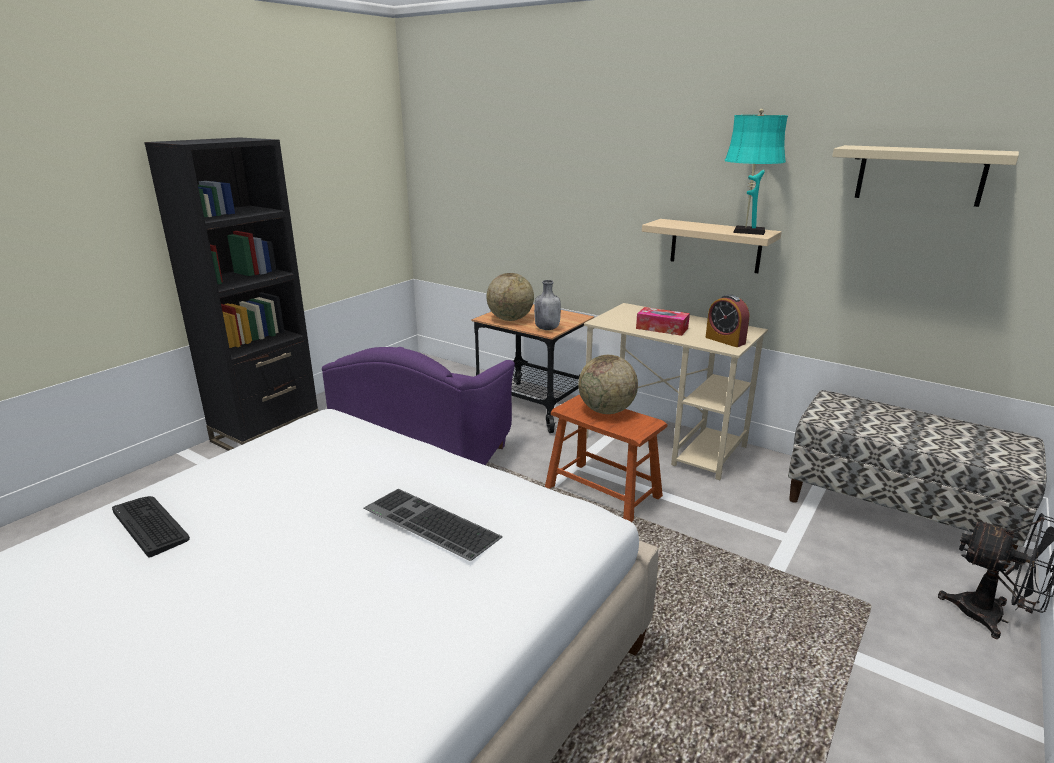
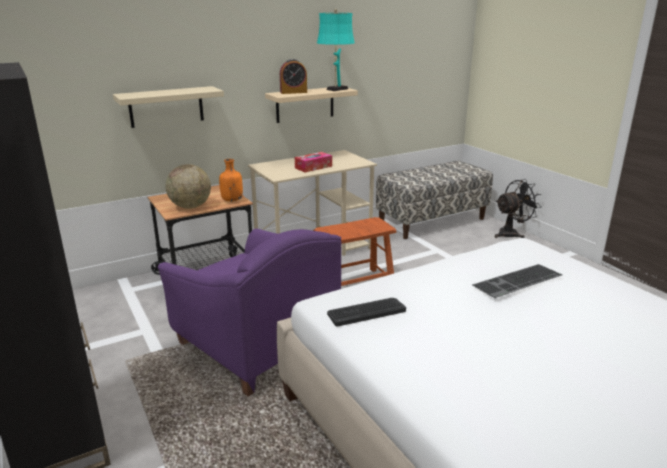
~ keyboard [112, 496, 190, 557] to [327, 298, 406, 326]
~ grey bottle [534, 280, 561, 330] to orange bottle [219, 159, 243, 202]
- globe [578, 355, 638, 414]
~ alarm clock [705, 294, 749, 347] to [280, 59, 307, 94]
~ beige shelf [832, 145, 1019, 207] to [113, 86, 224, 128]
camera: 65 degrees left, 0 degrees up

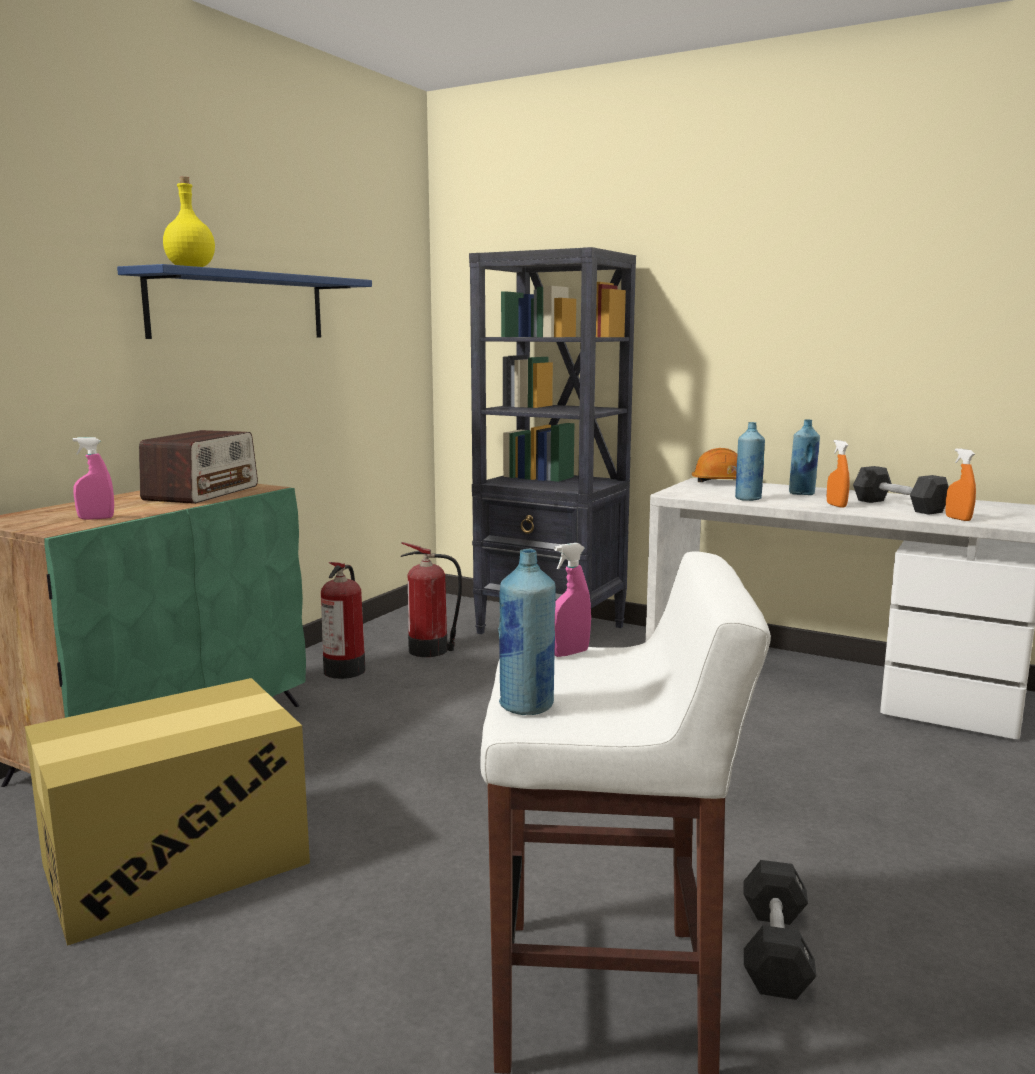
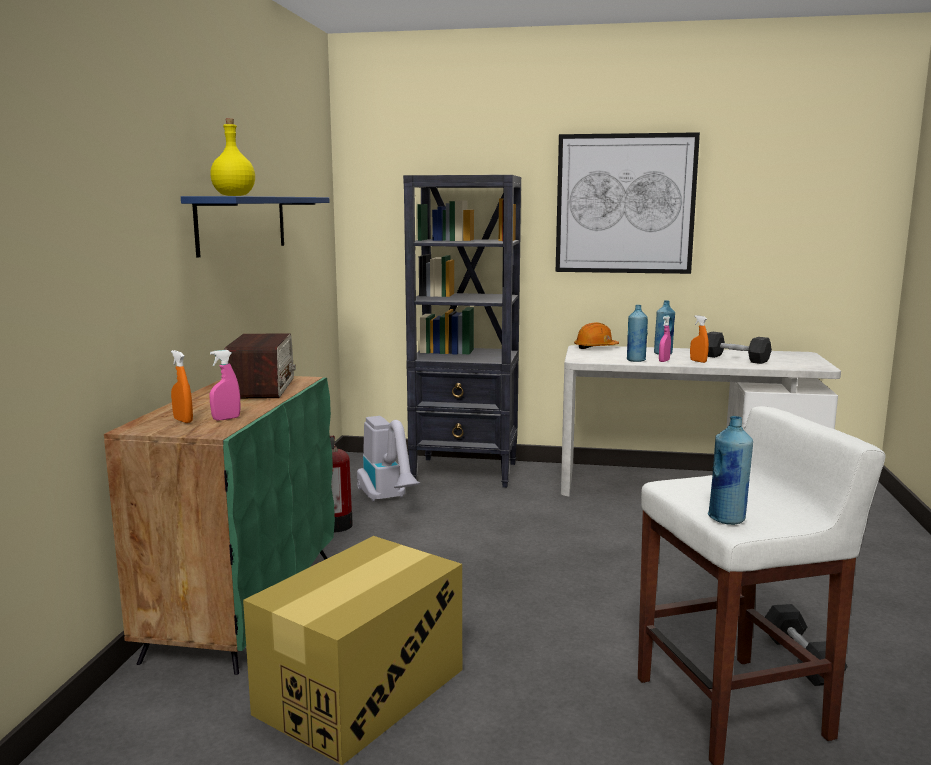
~ fire extinguisher [401, 542, 462, 657] to vacuum cleaner [357, 416, 420, 502]
~ pink spray bottle [554, 543, 591, 657] to [659, 316, 671, 362]
~ orange spray bottle [945, 448, 976, 521] to [171, 350, 193, 423]
+ picture [556, 132, 700, 274]
camera: 20 degrees left, 0 degrees up

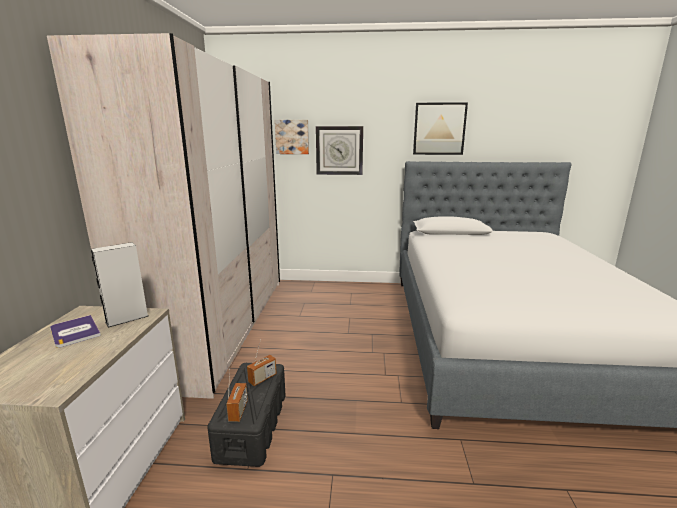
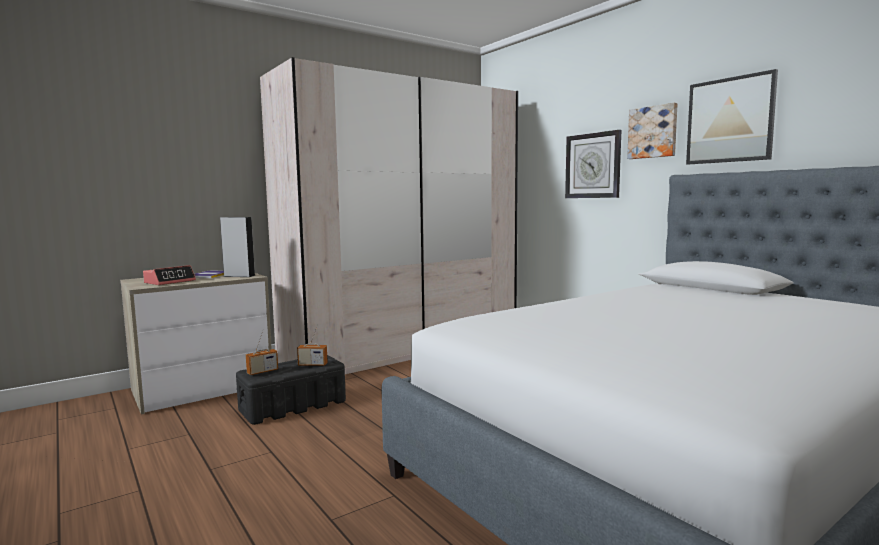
~ picture [275, 120, 309, 154] to [627, 103, 678, 159]
+ alarm clock [143, 265, 196, 285]
camera: 50 degrees right, 10 degrees down

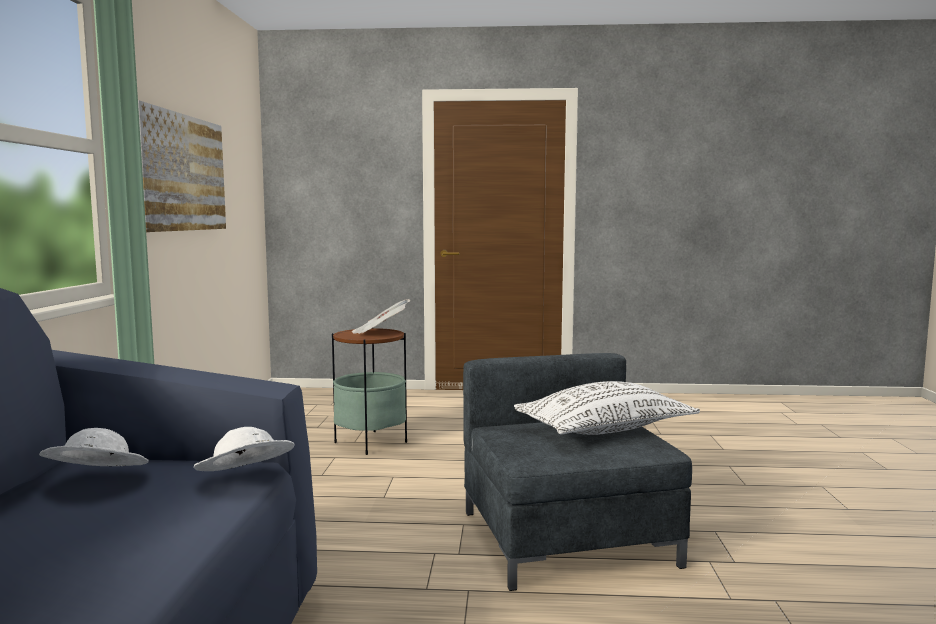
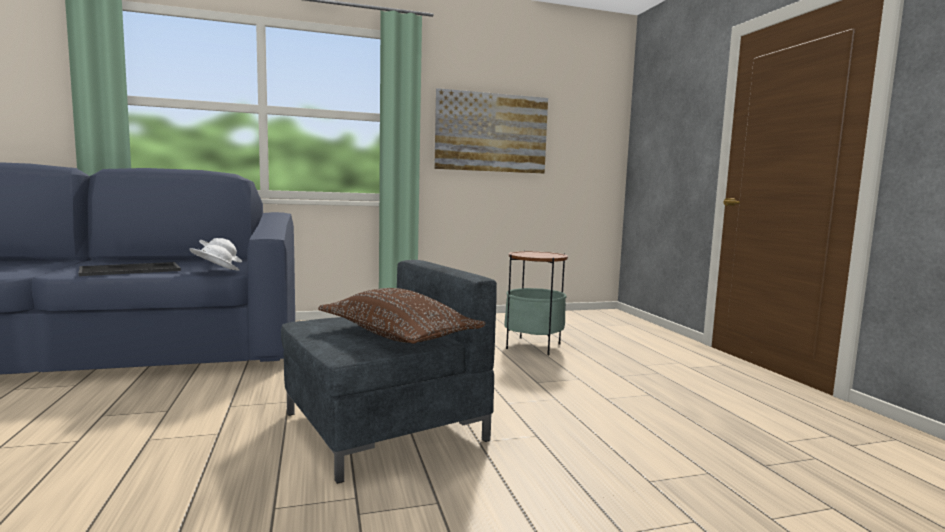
- newspaper [352, 299, 410, 334]
~ white pillow [514, 381, 700, 435] to brown pillow [318, 288, 486, 344]
+ tray [79, 262, 181, 276]
camera: 70 degrees right, 0 degrees up

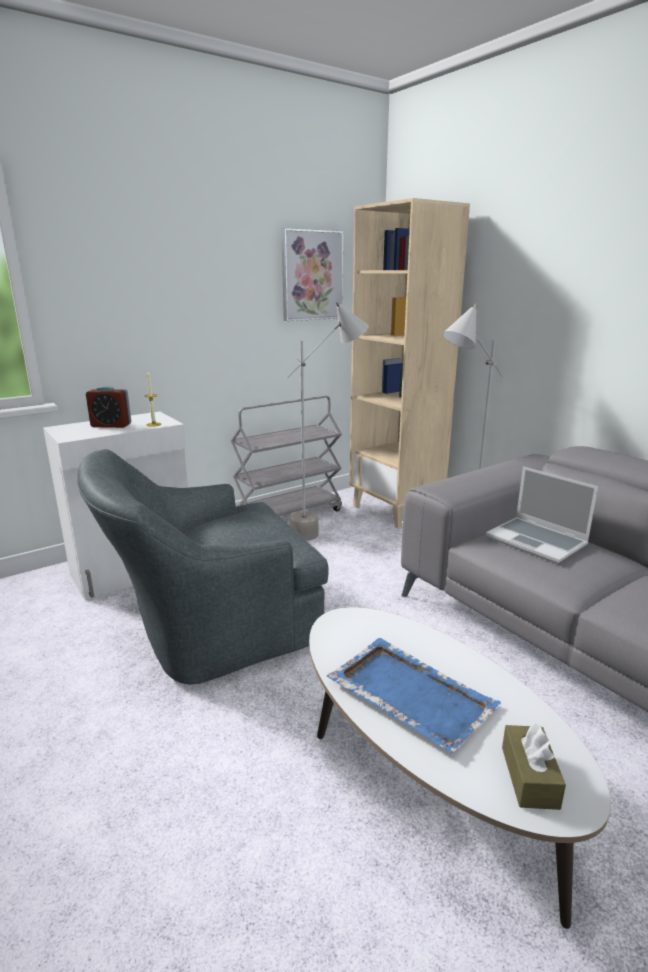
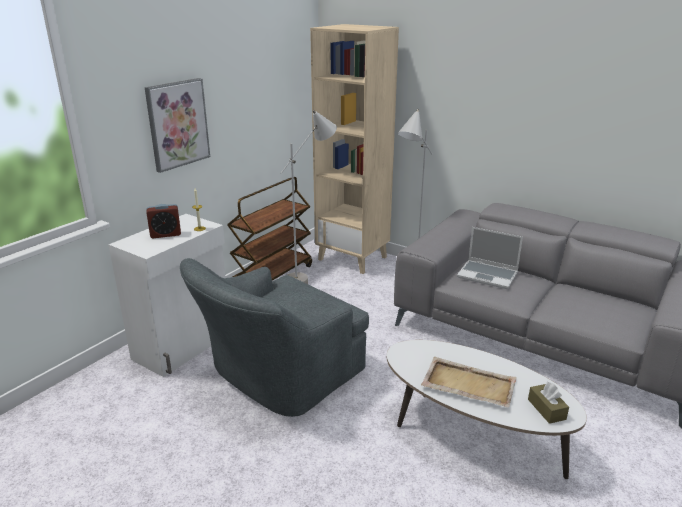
~ grey cart [231, 396, 342, 516] to brown cart [227, 177, 312, 281]
~ picture [281, 228, 343, 321] to [145, 78, 210, 173]
~ blue tray [327, 638, 501, 753] to beige tray [421, 357, 517, 408]
camera: 20 degrees left, 5 degrees up

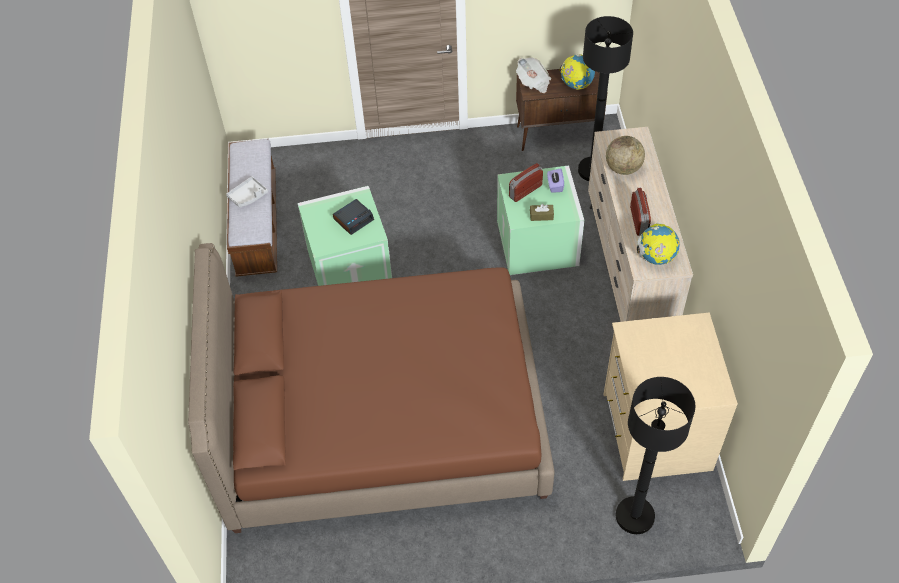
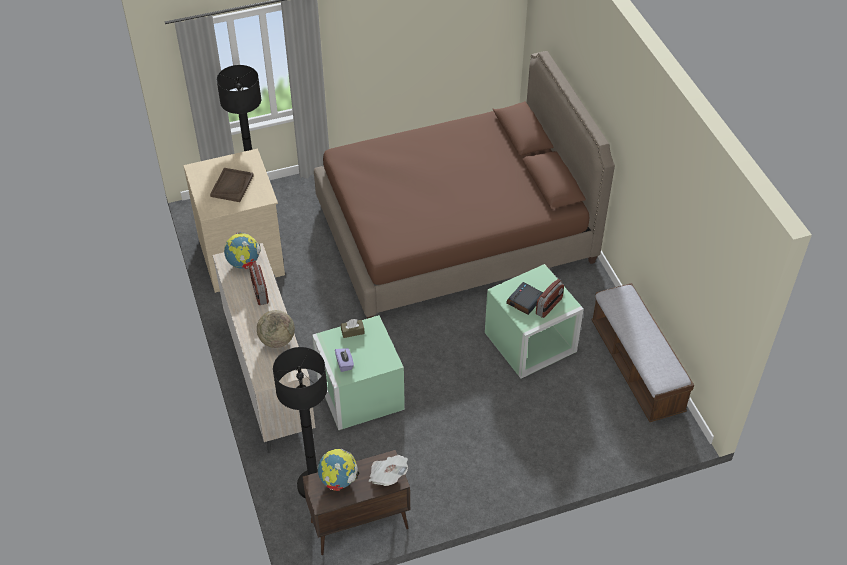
- grey tray [226, 177, 268, 207]
~ radio [509, 163, 543, 202] to [536, 279, 564, 318]
+ brown tray [210, 168, 254, 202]
camera: 165 degrees right, 5 degrees down

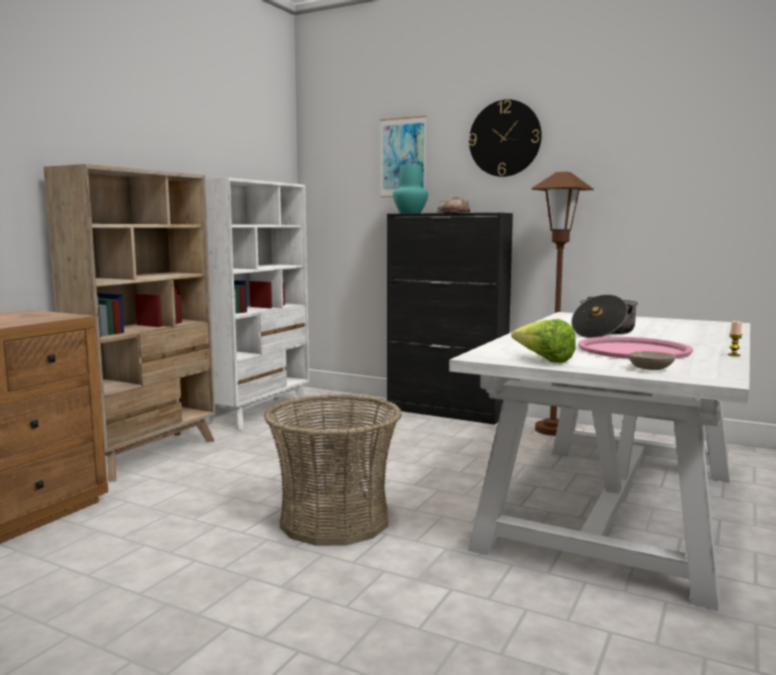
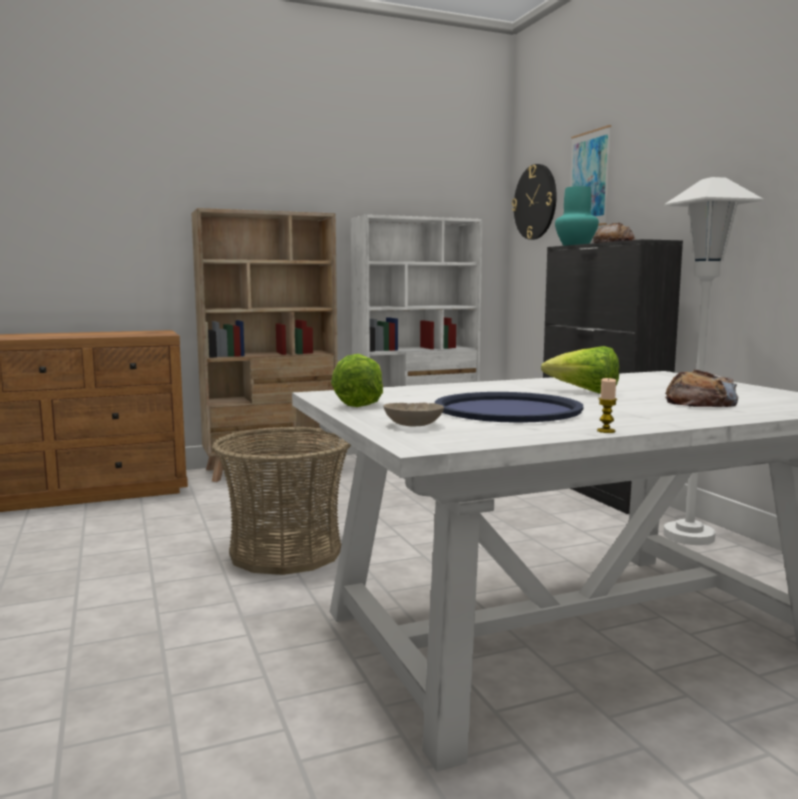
~ wall clock [469, 99, 542, 177] to [512, 164, 557, 240]
~ brown floor lamp [531, 172, 594, 436] to white floor lamp [664, 177, 763, 545]
~ cooking pot [571, 294, 638, 338] to lettuce [541, 346, 619, 394]
~ pink tray [578, 337, 693, 359] to blue tray [435, 392, 583, 423]
+ bread [665, 369, 738, 407]
camera: 40 degrees right, 0 degrees up

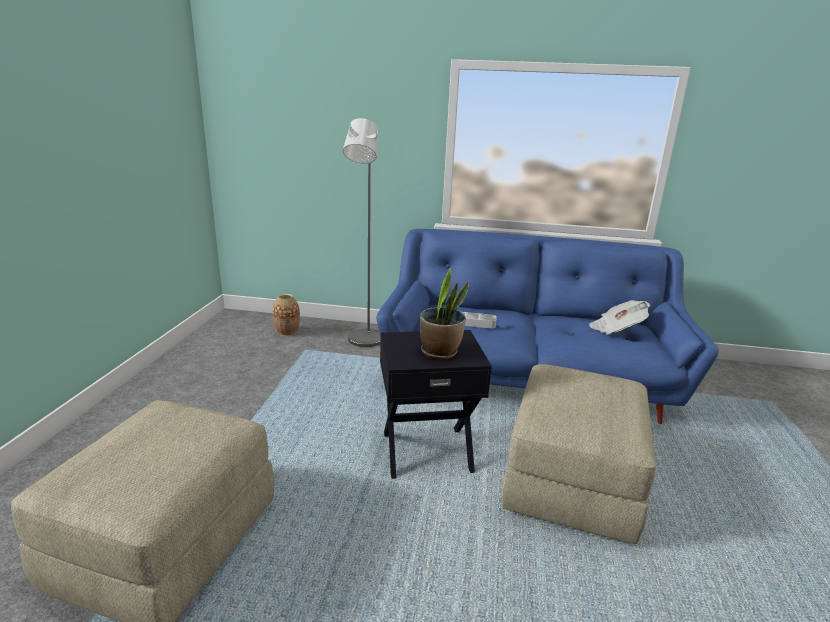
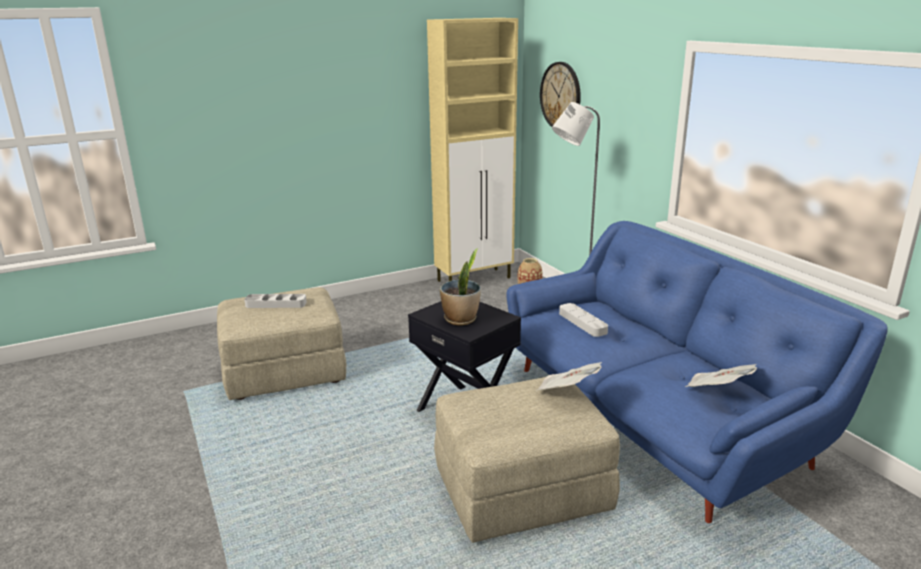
+ grey tray [244, 294, 307, 308]
+ beige cabinet [427, 18, 518, 282]
+ newspaper [536, 362, 602, 391]
+ wall clock [540, 62, 581, 127]
camera: 55 degrees right, 0 degrees up

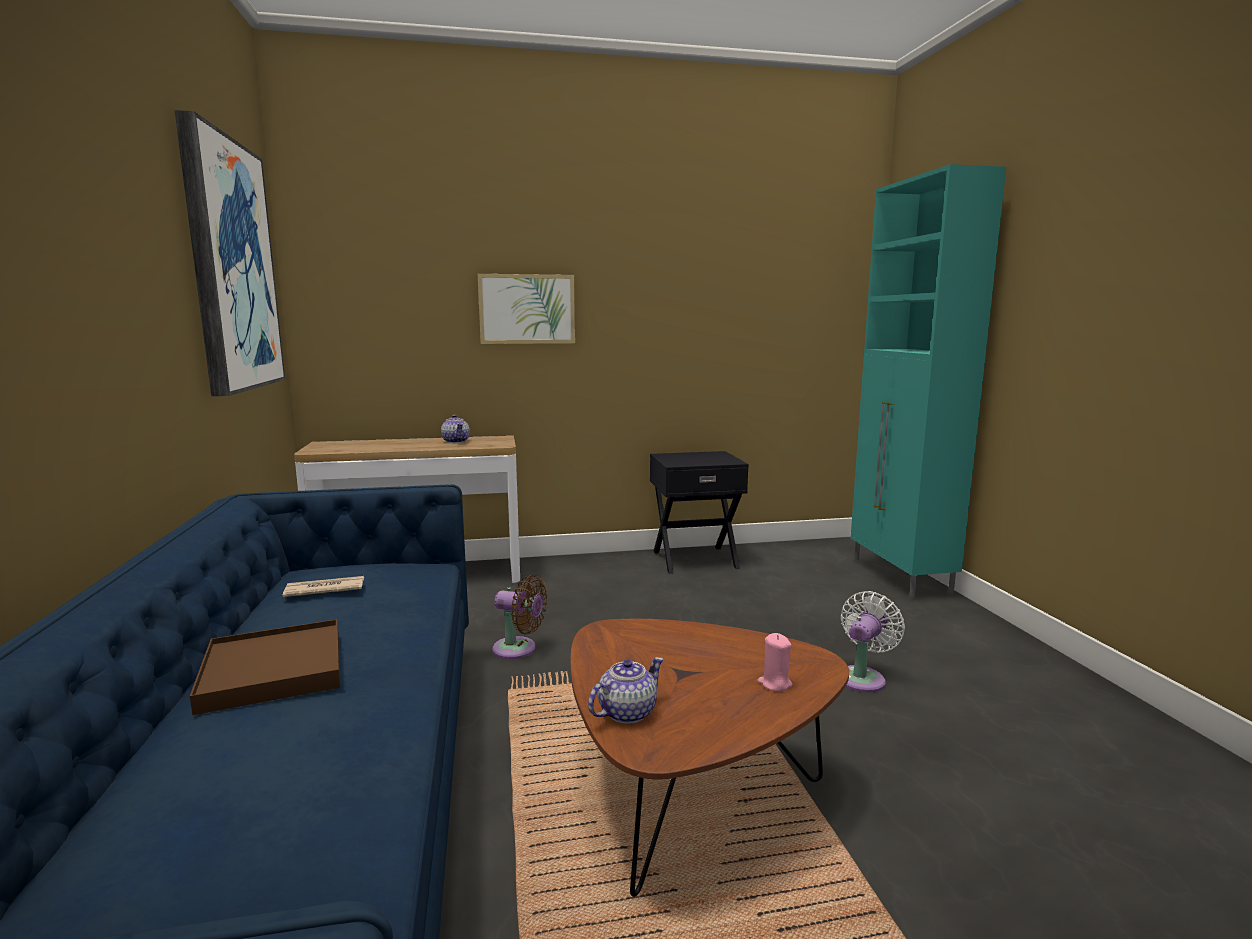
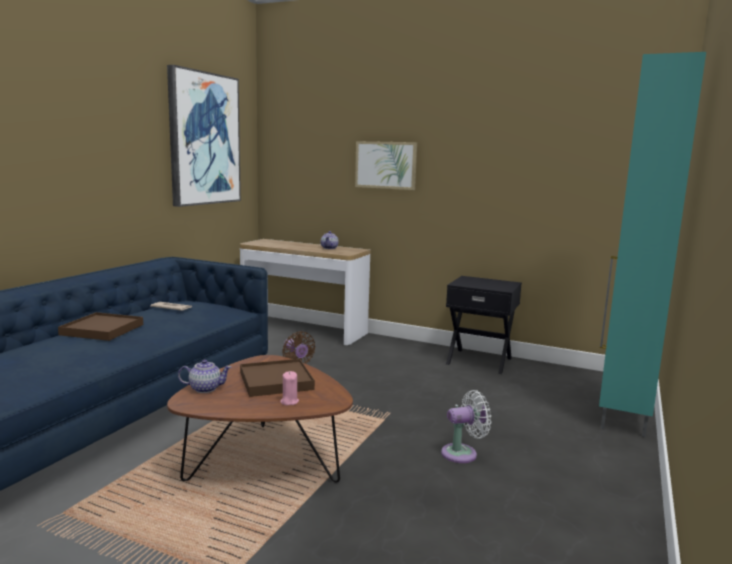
+ brown tray [240, 359, 315, 397]
camera: 35 degrees right, 0 degrees up

